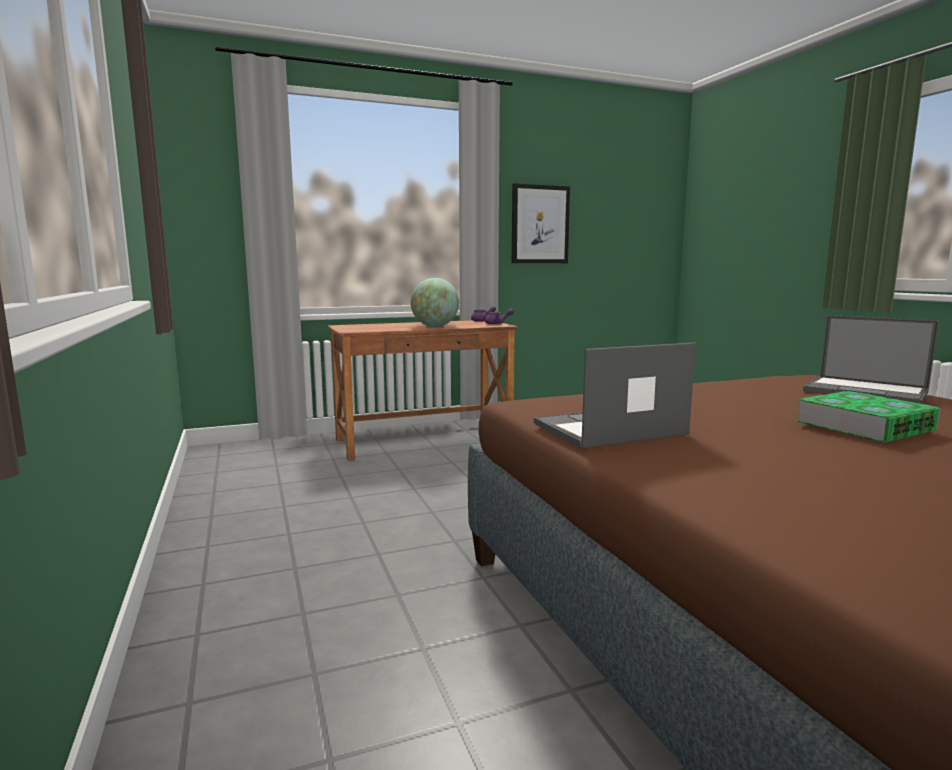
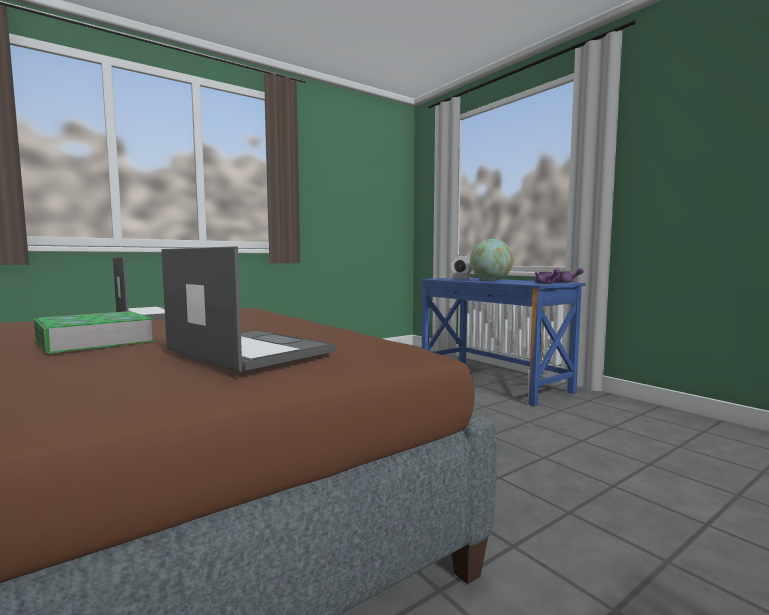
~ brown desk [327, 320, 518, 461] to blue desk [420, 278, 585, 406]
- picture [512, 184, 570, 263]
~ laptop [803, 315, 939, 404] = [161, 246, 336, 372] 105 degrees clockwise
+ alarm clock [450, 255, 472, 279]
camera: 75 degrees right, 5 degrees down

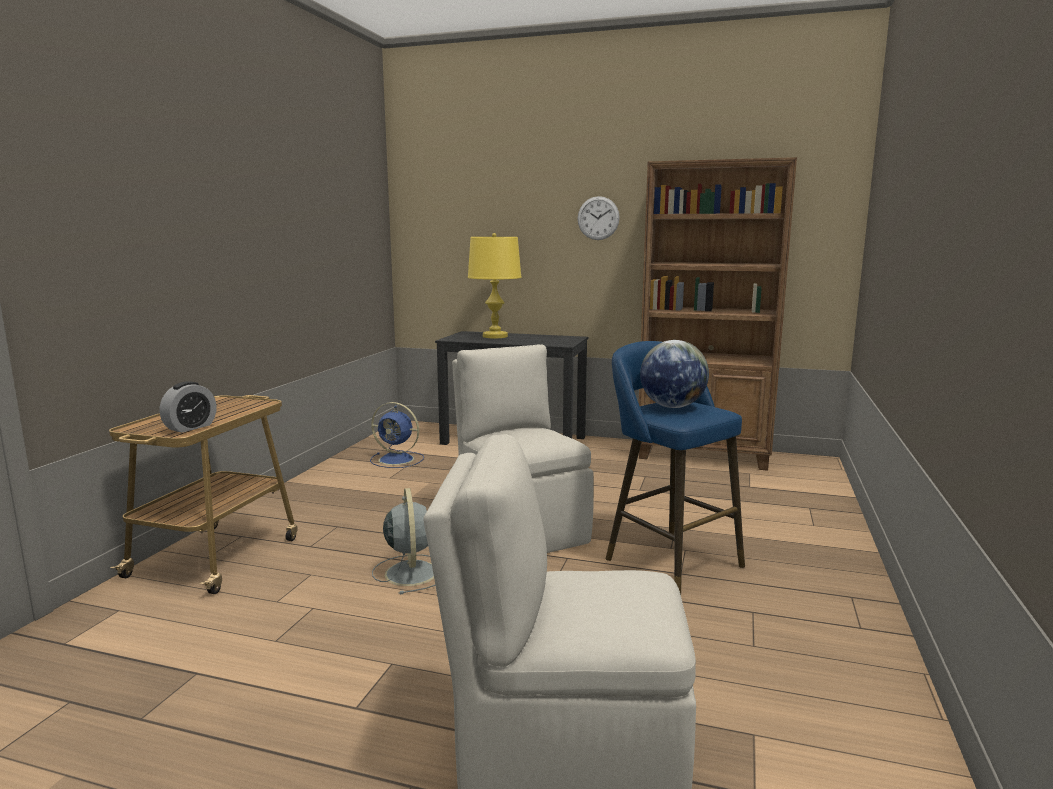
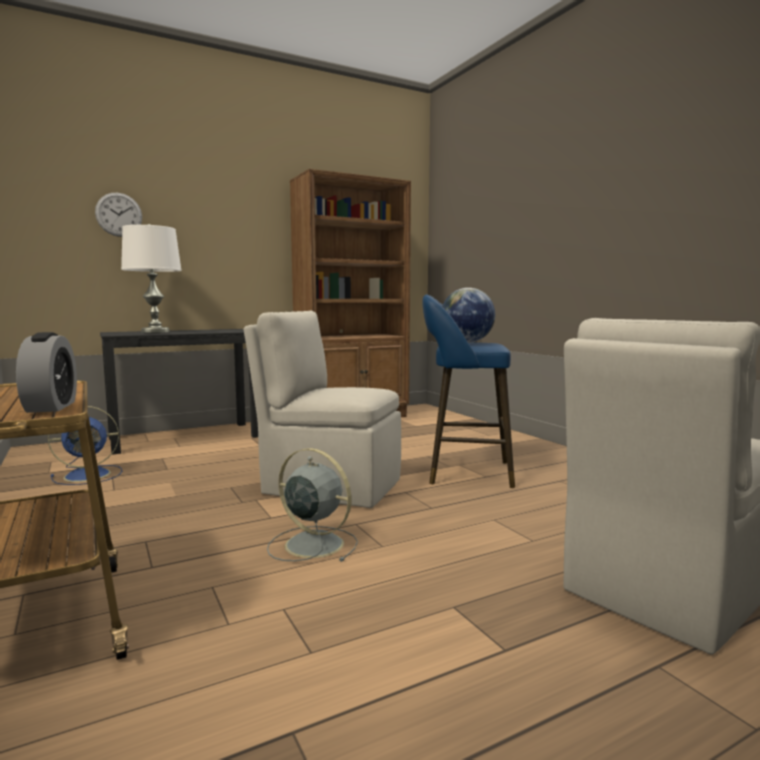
~ yellow table lamp [468, 233, 521, 338] to white table lamp [121, 224, 182, 333]
~ wall clock [577, 196, 620, 240] to [95, 193, 142, 237]
camera: 45 degrees left, 5 degrees down

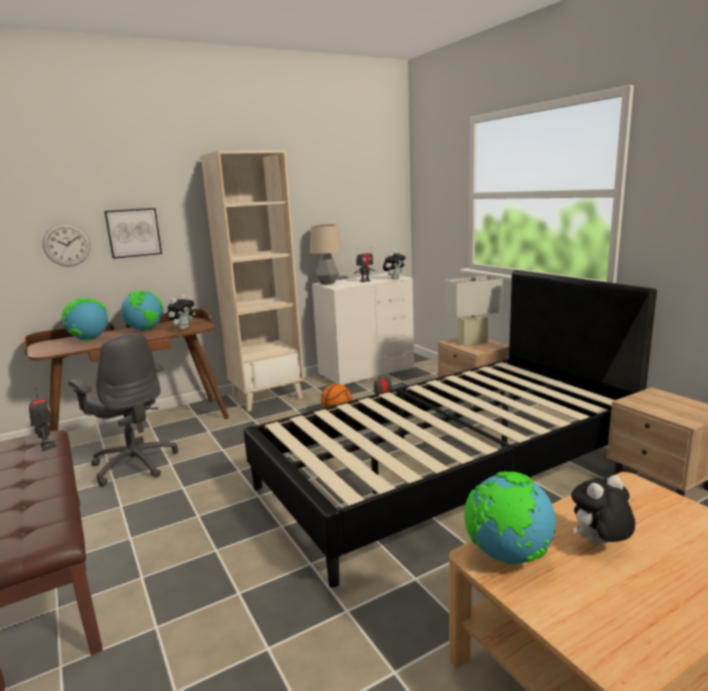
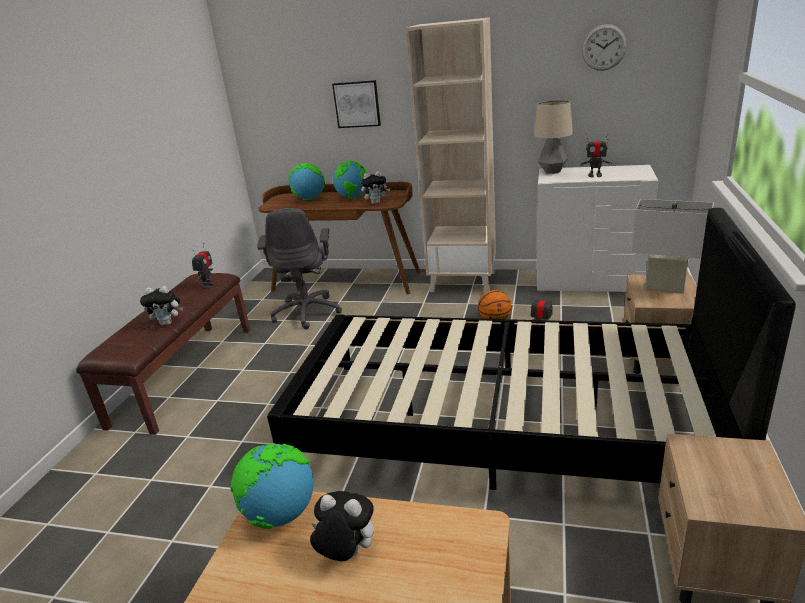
~ wall clock [43, 224, 90, 266] to [582, 24, 627, 71]
~ plush toy [383, 250, 405, 279] to [140, 286, 183, 325]
camera: 45 degrees right, 10 degrees up

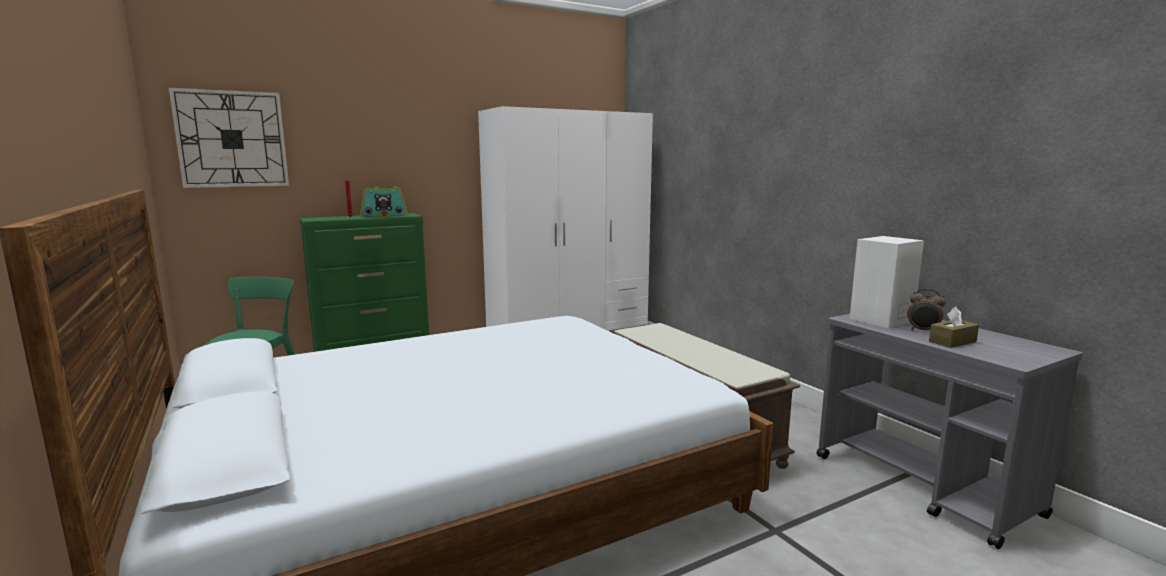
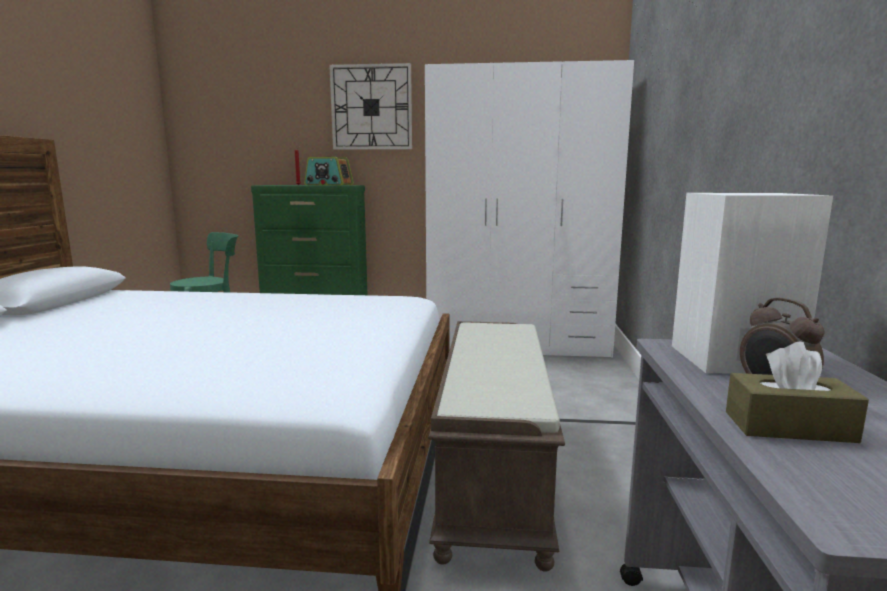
~ wall clock [169, 88, 289, 188] to [329, 63, 412, 150]
camera: 35 degrees right, 0 degrees up

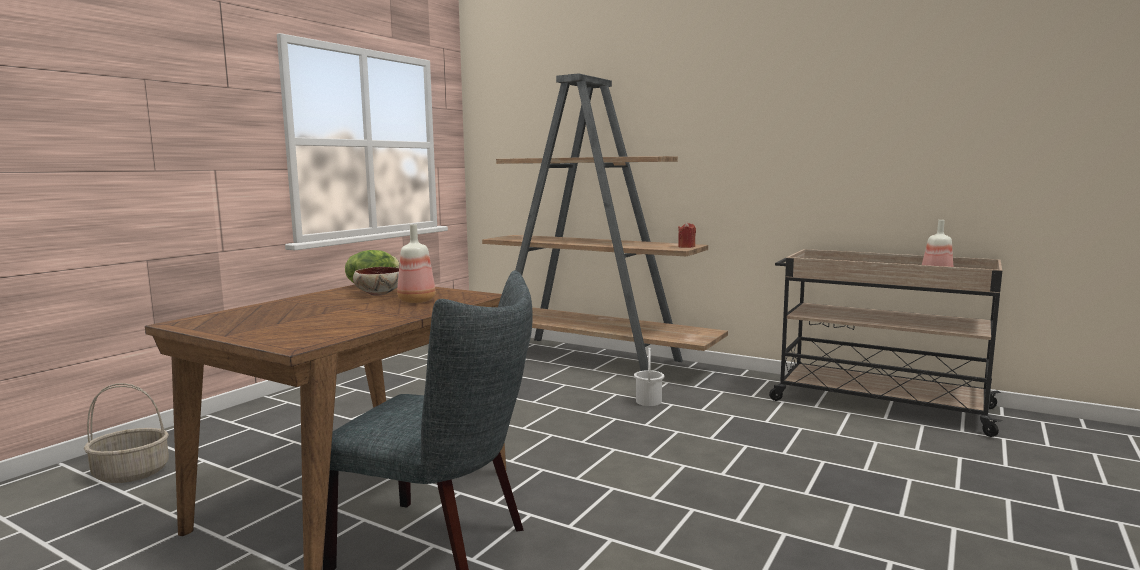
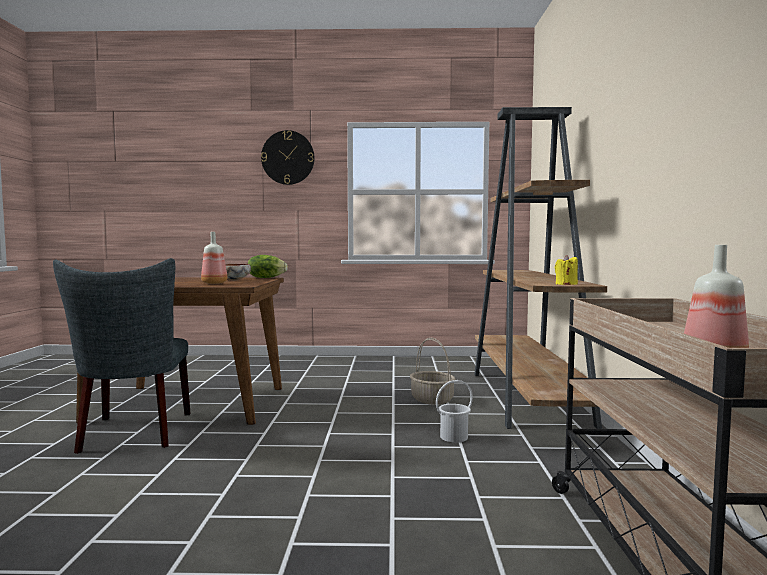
~ basket [84, 383, 169, 483] to [410, 338, 456, 405]
~ red candle [678, 222, 696, 248] to yellow candle [555, 255, 578, 285]
+ wall clock [261, 130, 314, 185]
camera: 60 degrees right, 5 degrees down

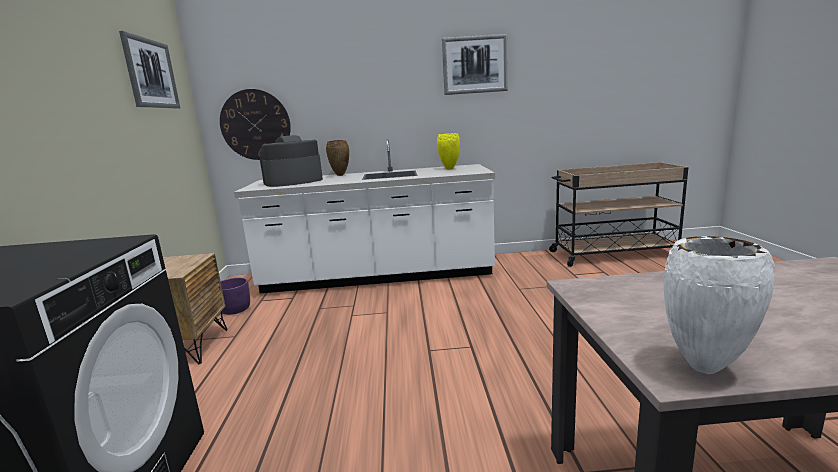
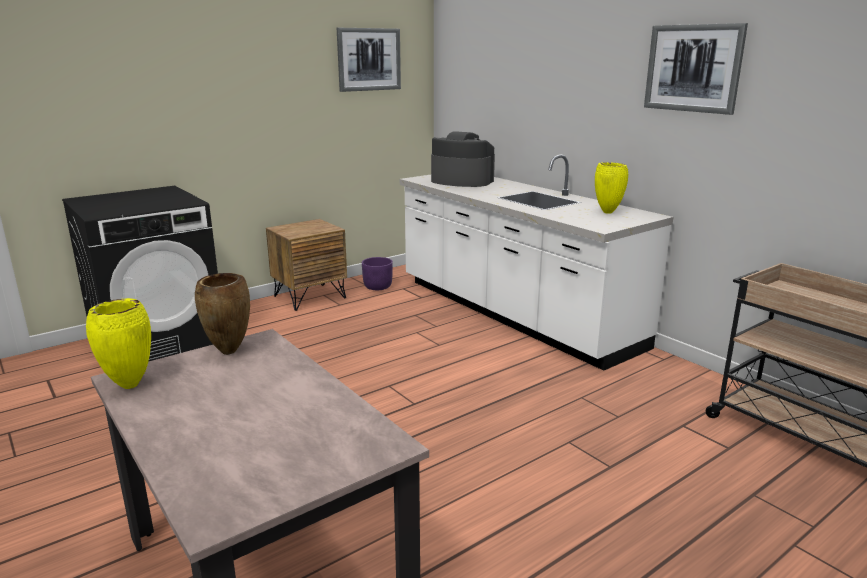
- wall clock [220, 89, 291, 160]
~ brown vase [326, 140, 349, 176] to [195, 273, 250, 355]
~ white vase [663, 236, 774, 374] to yellow vase [86, 298, 151, 389]
camera: 55 degrees right, 5 degrees up

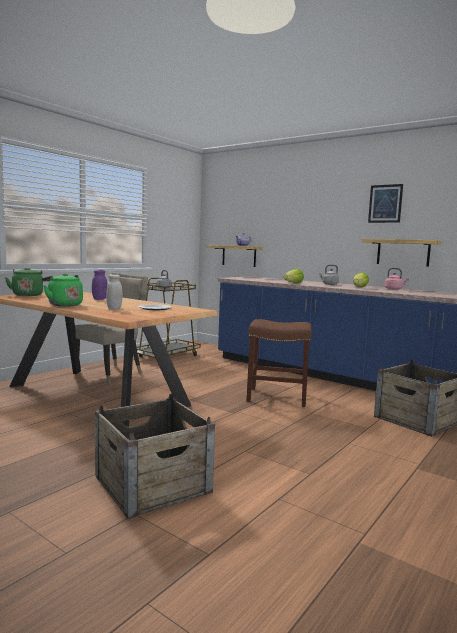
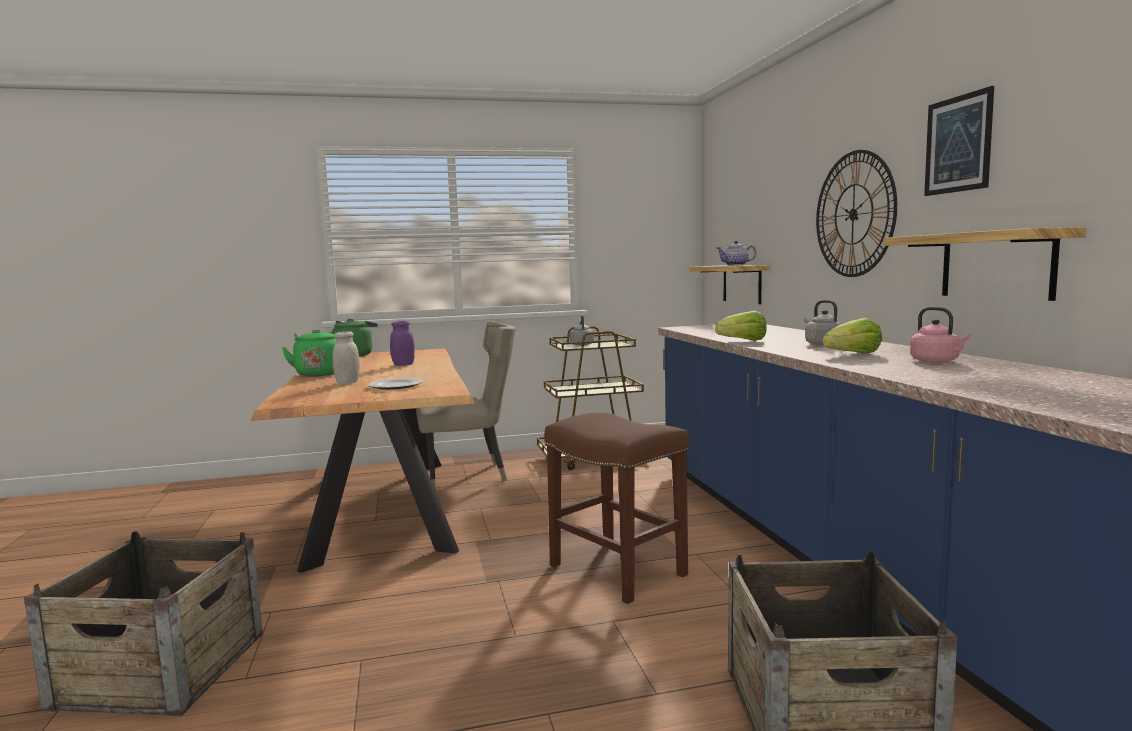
+ wall clock [816, 150, 897, 277]
camera: 40 degrees right, 0 degrees up

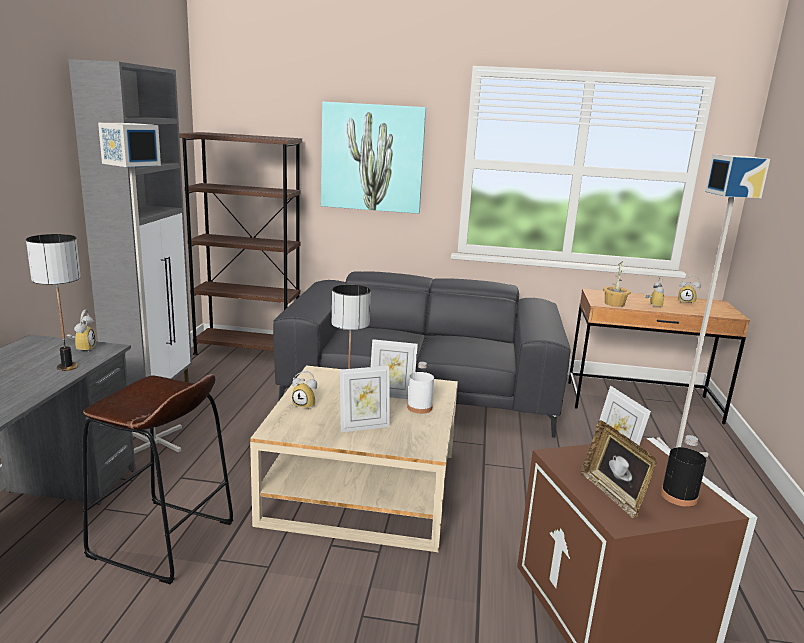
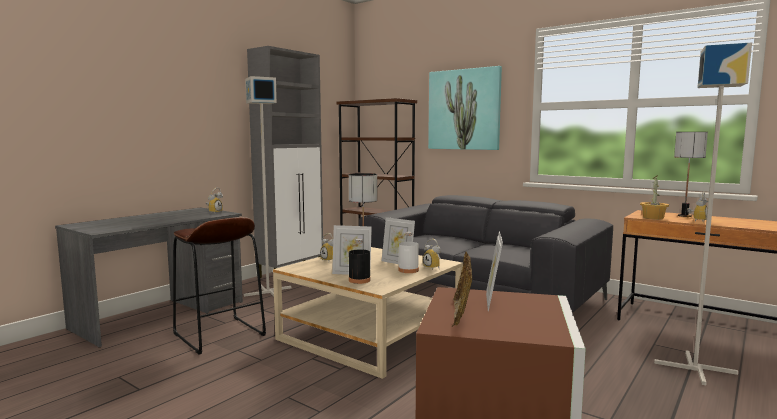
~ table lamp [26, 234, 81, 371] to [674, 132, 708, 217]
~ black bottle [661, 435, 706, 507] to [349, 239, 371, 284]
~ alarm clock [678, 276, 701, 305] to [423, 239, 441, 269]
camera: 30 degrees right, 10 degrees down

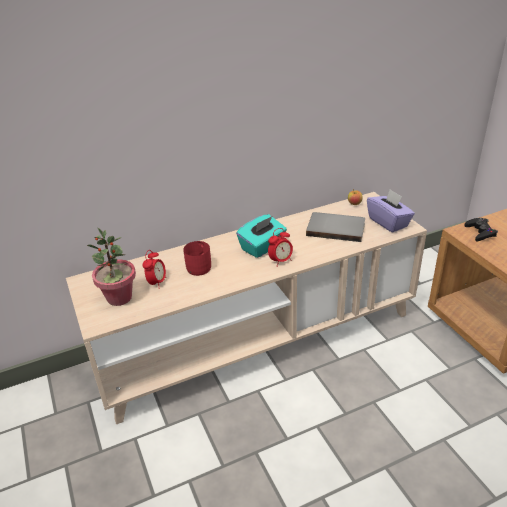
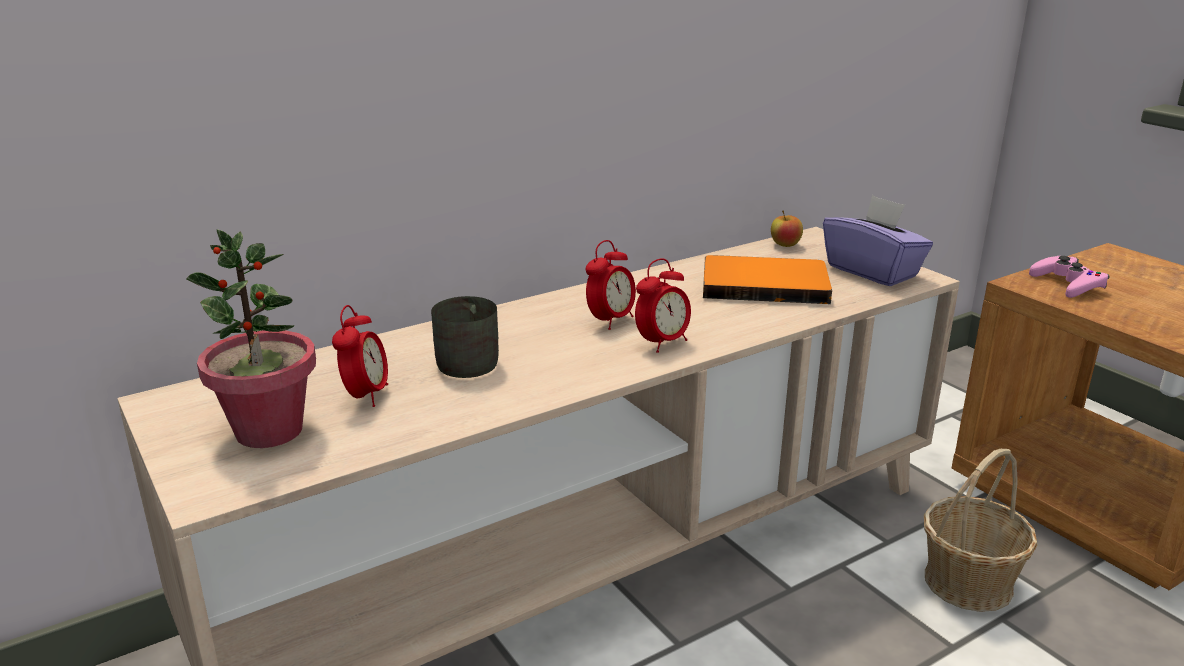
~ red mug [183, 241, 211, 276] to grey mug [431, 296, 499, 378]
~ turquoise tissue box [236, 214, 287, 258] to alarm clock [585, 240, 636, 330]
~ grey book [306, 212, 365, 242] to orange book [703, 255, 832, 304]
~ black game controller [464, 218, 498, 241] to pink game controller [1029, 256, 1110, 298]
+ basket [924, 449, 1038, 612]
camera: 10 degrees left, 10 degrees down

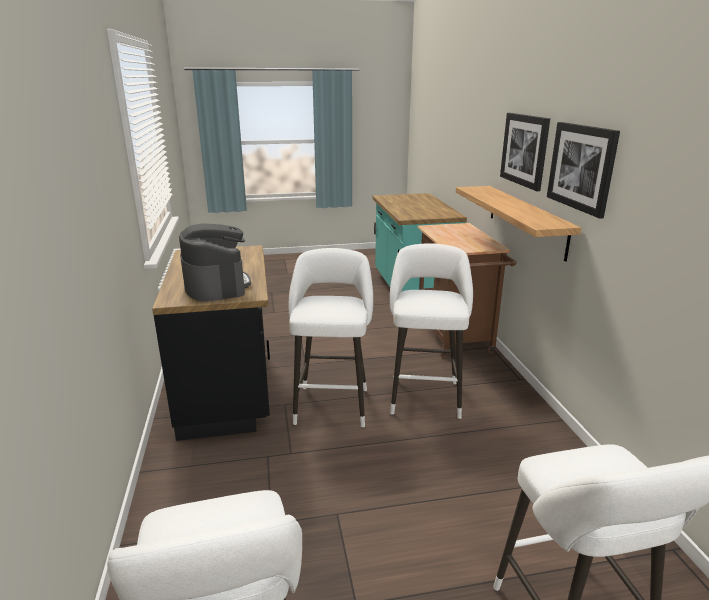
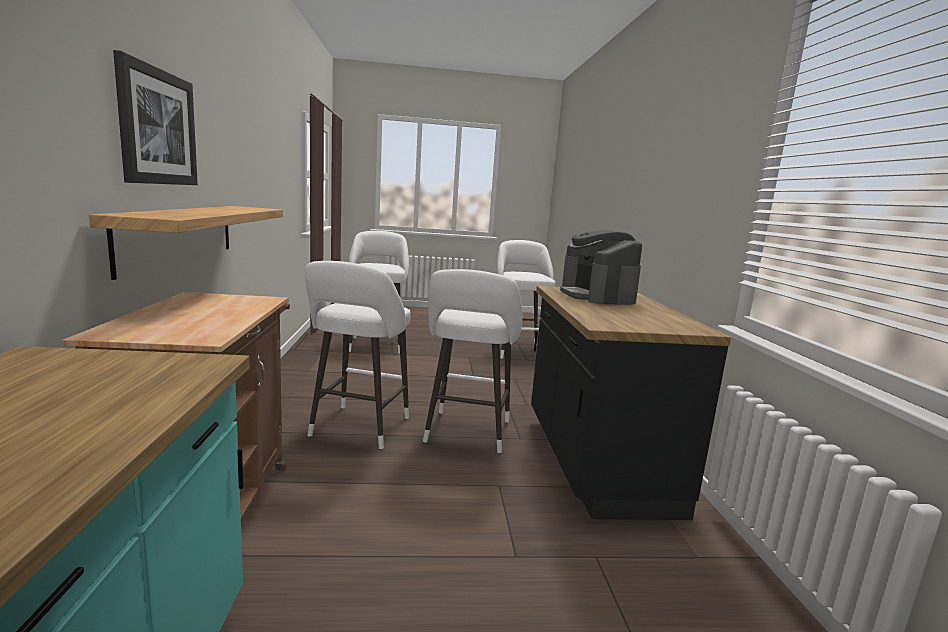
- picture [547, 122, 620, 219]
camera: 175 degrees left, 10 degrees down

